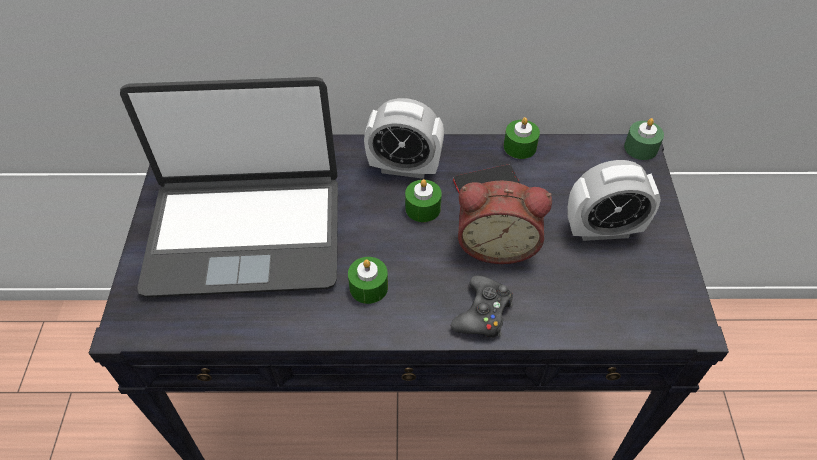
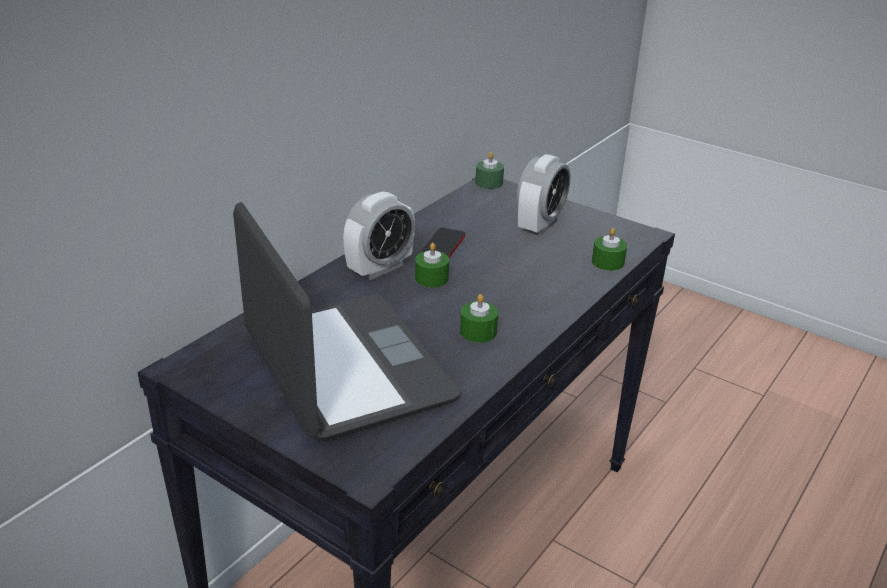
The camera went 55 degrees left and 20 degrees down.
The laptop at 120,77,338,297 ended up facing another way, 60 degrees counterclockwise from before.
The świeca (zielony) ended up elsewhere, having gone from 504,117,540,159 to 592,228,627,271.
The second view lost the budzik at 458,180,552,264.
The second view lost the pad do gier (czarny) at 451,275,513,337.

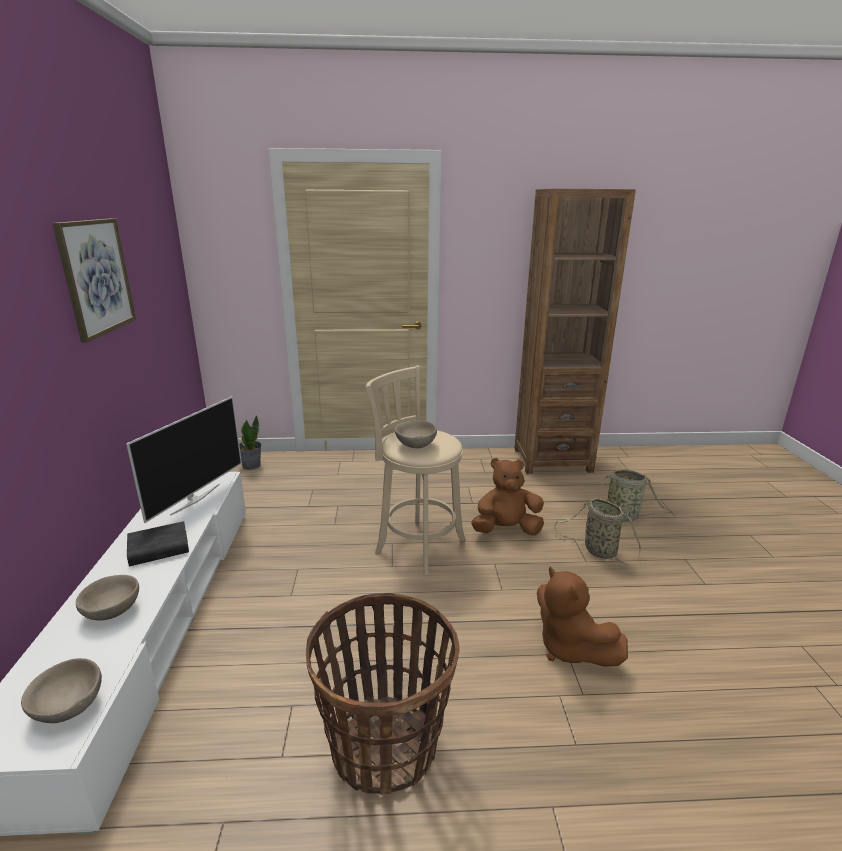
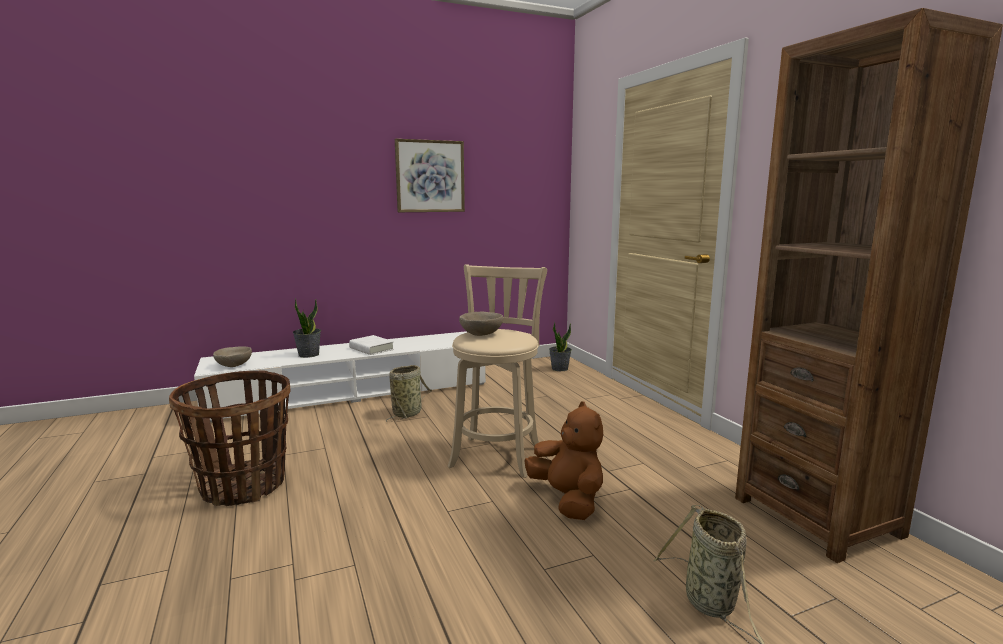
The camera went 70 degrees right and 10 degrees down.
The second view lost the telewizor at 126,396,242,523.
The koszyk ended up elsewhere, having gone from 554,498,641,565 to 386,365,432,422.
What was the książka (czarny) at 127,521,189,566 turned into the książka (biały) at 349,335,394,355.
The second view lost the pluszak (brązowy) at 537,567,628,667.
Where the miska (beżowy) stood at 76,575,139,621, the roślina doniczkowa came to stand at 293,298,321,358.

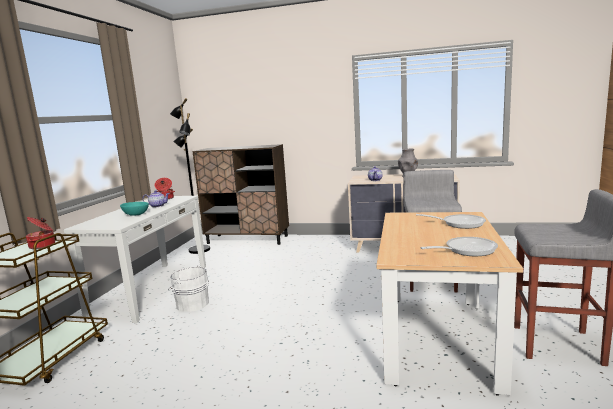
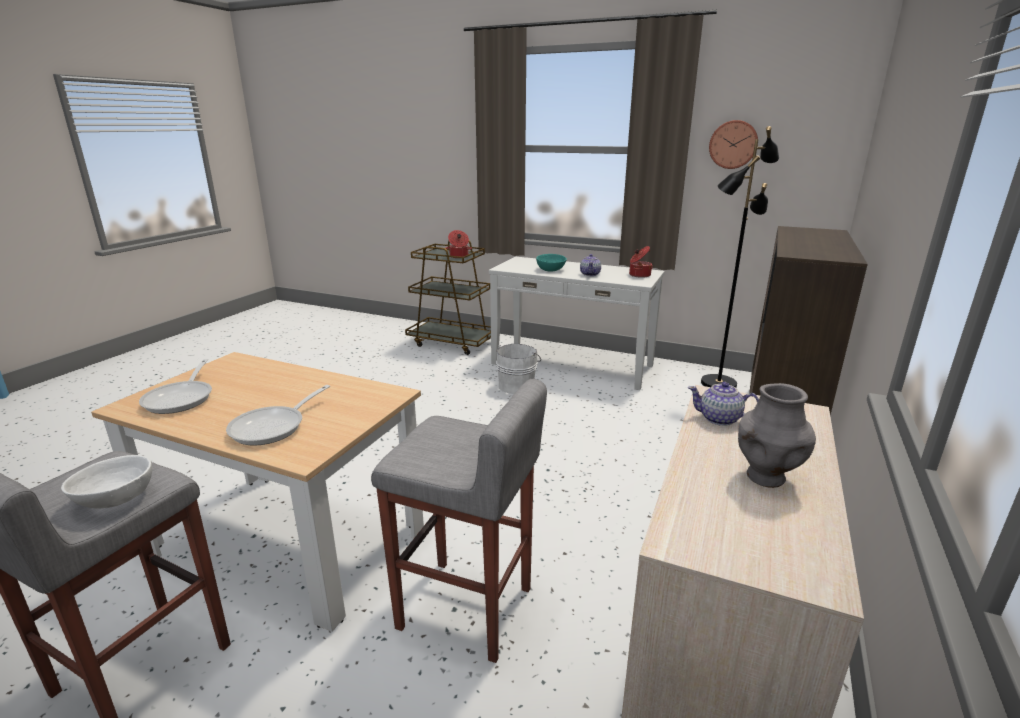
The camera went 100 degrees right and 10 degrees up.
The second view gained the zegar ścienny at 709,120,758,169.
The second view gained the miska (biały) at 61,455,152,509.

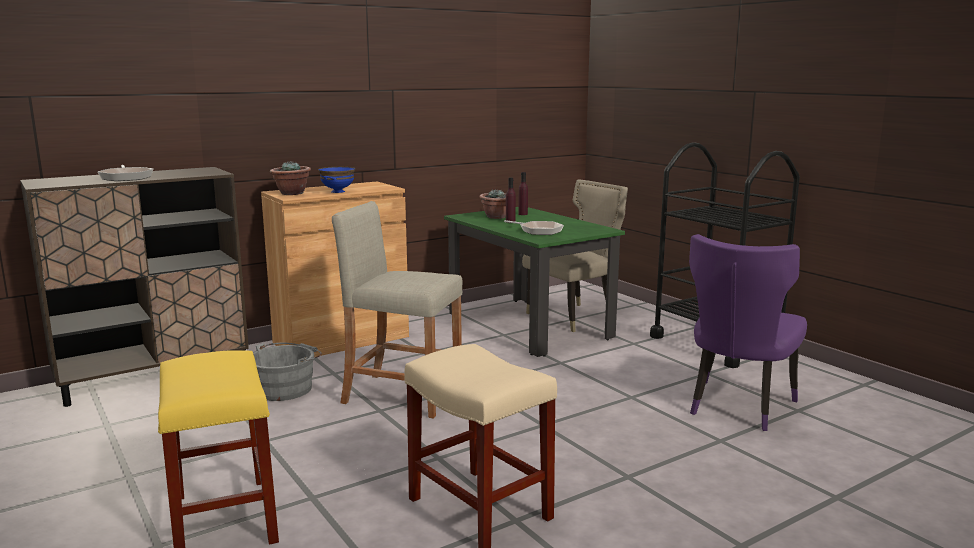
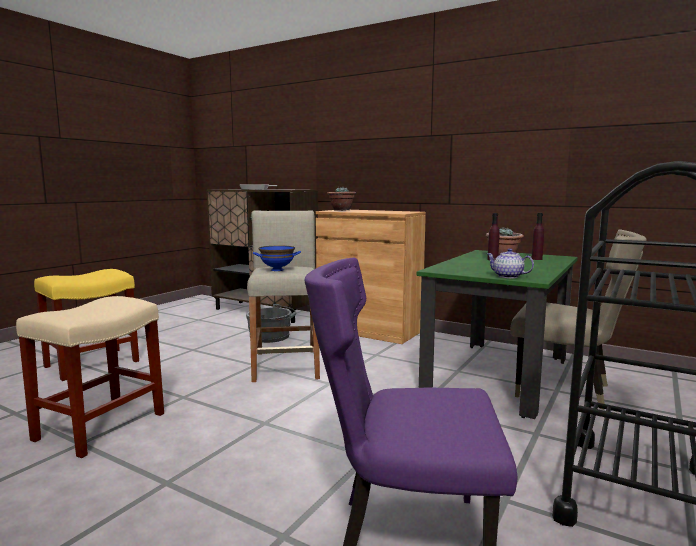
The camera went 65 degrees right and 5 degrees down.
The miska (niebieski) ended up elsewhere, having gone from 318,167,355,193 to 253,246,301,271.
The second view lost the patelnia at 504,220,564,235.
The second view gained the imbryk at 487,248,534,278.

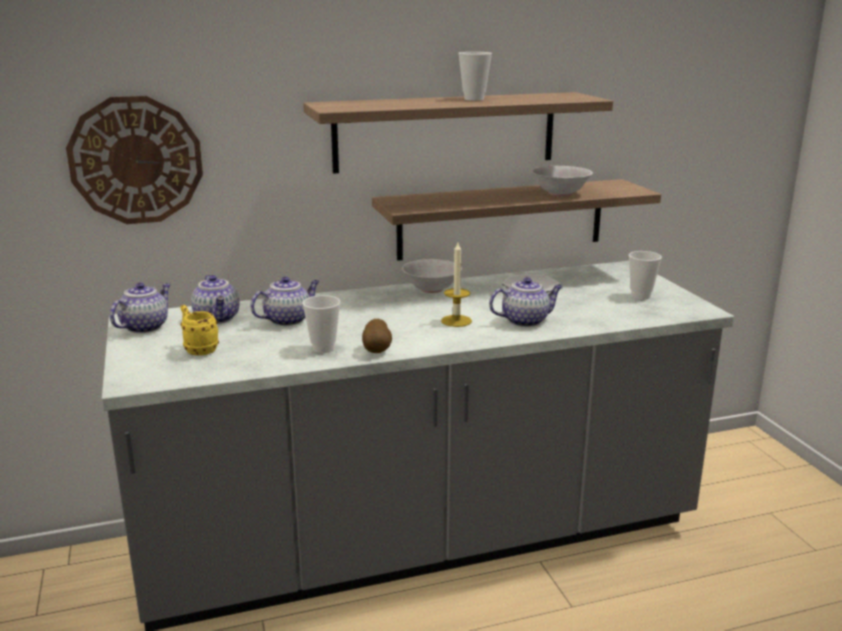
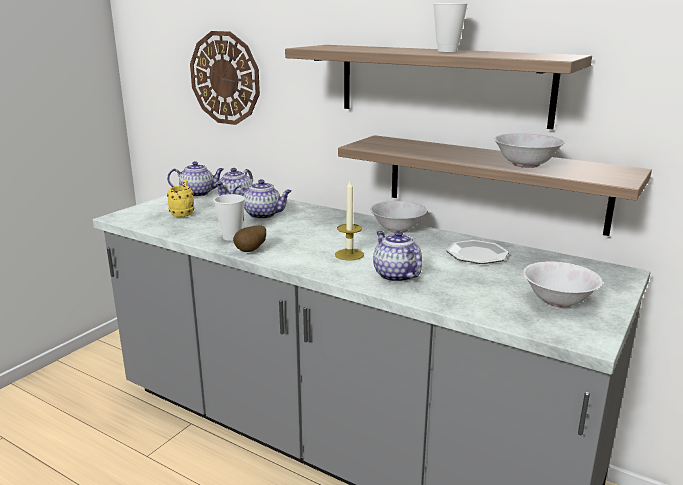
The camera went 50 degrees right and 0 degrees up.
Where the filiżanka stood at 629,251,662,300, the miska (biały) came to stand at 523,261,603,307.
The imbryk at 489,277,563,327 ended up facing another way, 150 degrees counterclockwise from before.

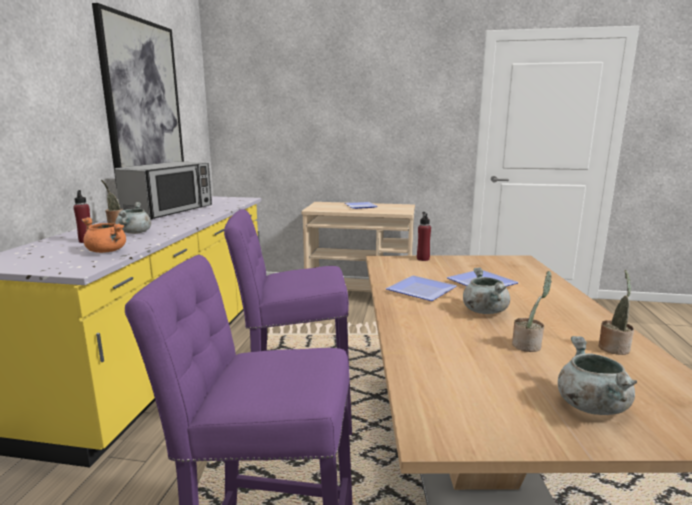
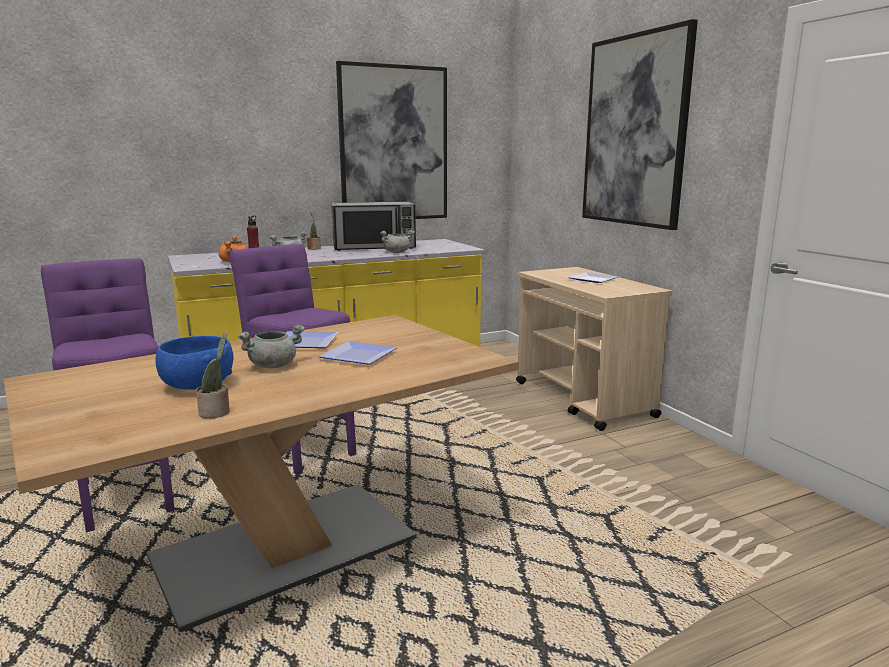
The camera went 55 degrees right and 0 degrees up.
The second view lost the butelka (czerwony) at 417,212,431,261.
Where the roślina doniczkowa stood at 512,271,552,352, the miska (niebieski) came to stand at 155,336,234,390.
The garnek (szary) ended up elsewhere, having gone from 558,336,637,415 to 380,230,415,253.
The second view gained the obraz at 582,19,698,230.

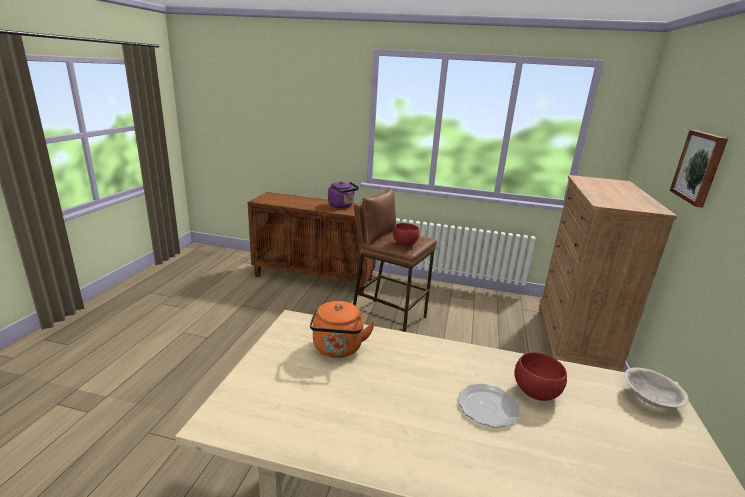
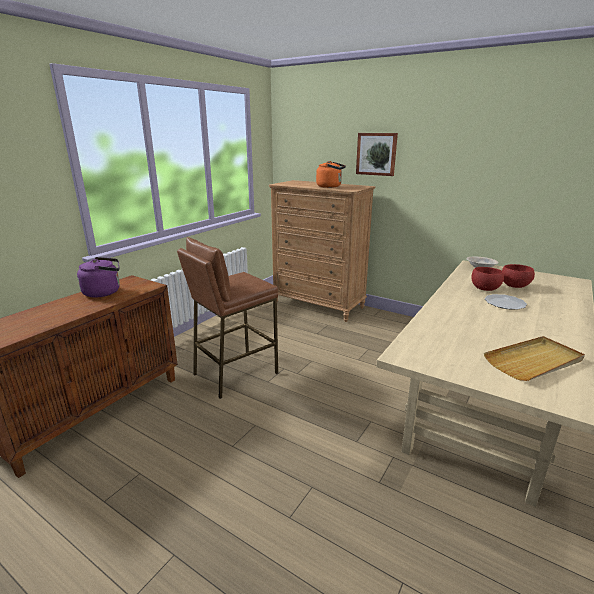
The camera went 70 degrees left and 0 degrees up.
The miska (czerwony) ended up elsewhere, having gone from 393,223,420,246 to 502,264,535,288.
The czajnik (pomarańczowy) ended up elsewhere, having gone from 310,301,375,358 to 316,161,346,188.
The second view gained the taca (beżowy) at 484,336,585,381.

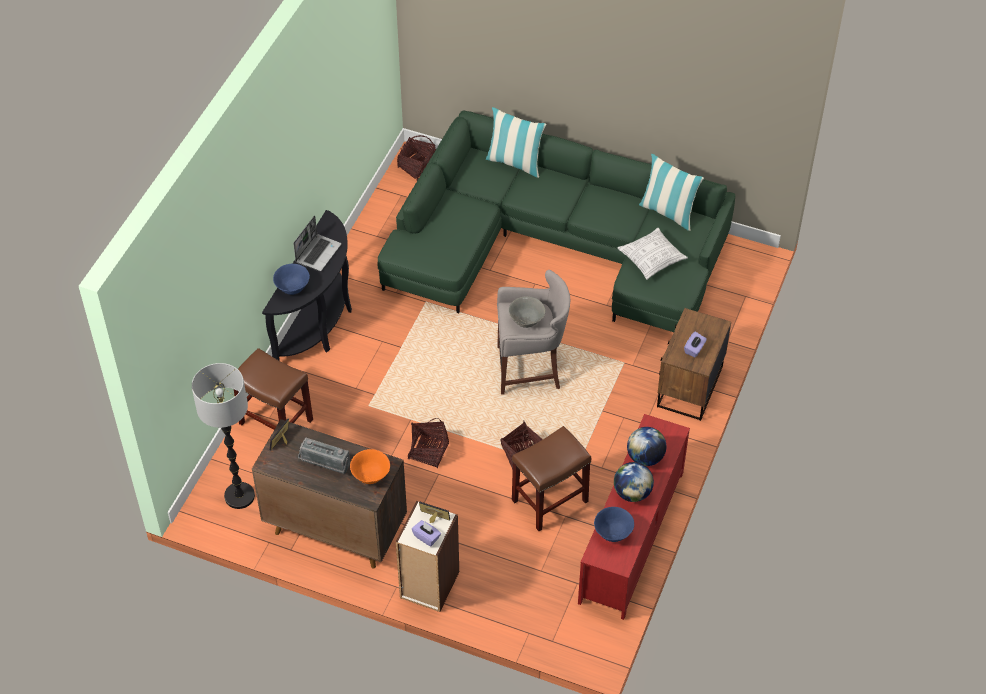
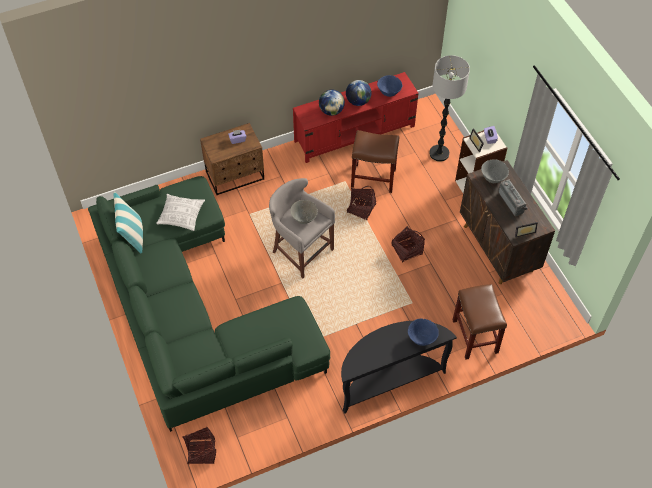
The camera went 135 degrees left and 5 degrees up.
The second view lost the poduszka at 486,107,546,178.
The second view lost the laptop at 293,216,341,271.
The lampa stojąca ended up elsewhere, having gone from 192,363,255,509 to 429,55,470,162.
What was the miska (pomarańczowy) at 350,449,390,484 turned into the miska (szary) at 481,159,509,183.

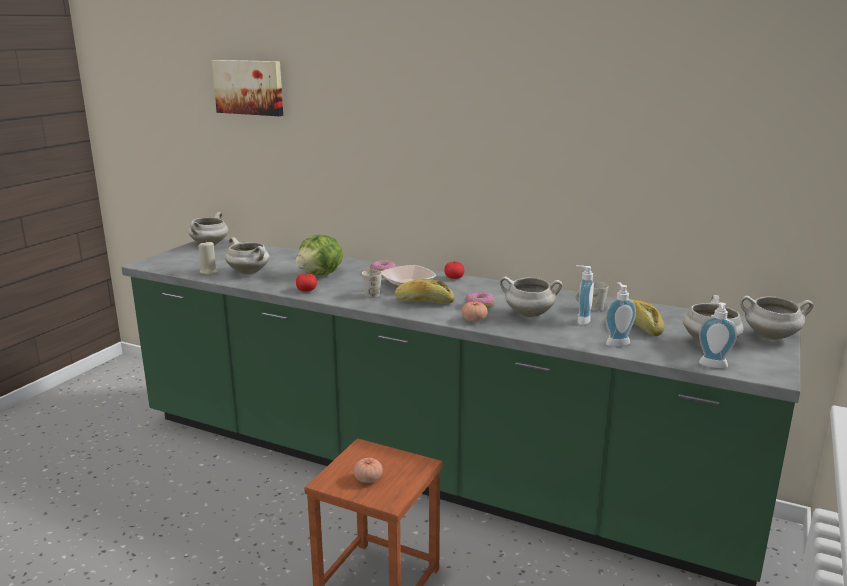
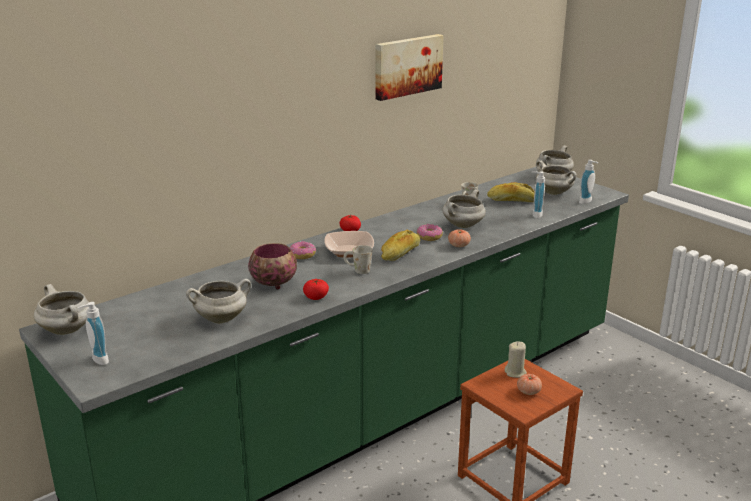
The camera went 65 degrees left and 5 degrees up.
The obraz ended up elsewhere, having gone from 212,60,283,116 to 376,34,443,101.
Where the sałata stood at 295,235,343,275, the miska came to stand at 248,243,297,290.
The świeca (beżowy) ended up elsewhere, having gone from 199,242,219,275 to 505,341,527,378.
The dozownik mydła ended up elsewhere, having gone from 576,265,594,325 to 78,302,109,365.

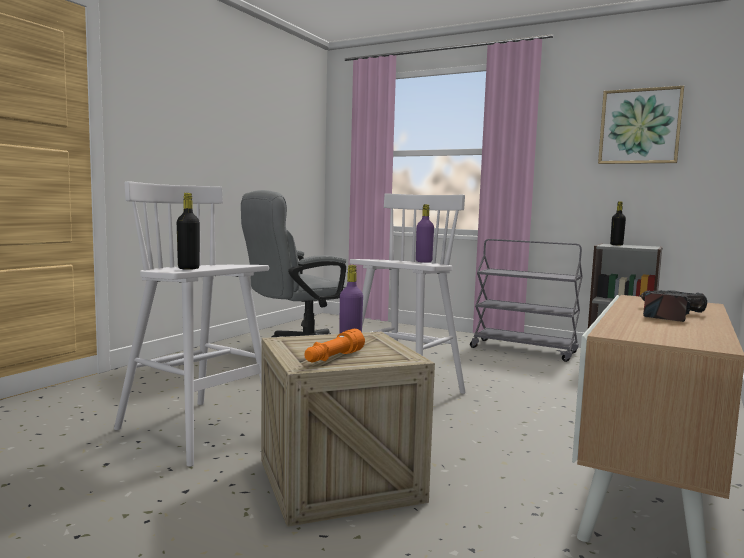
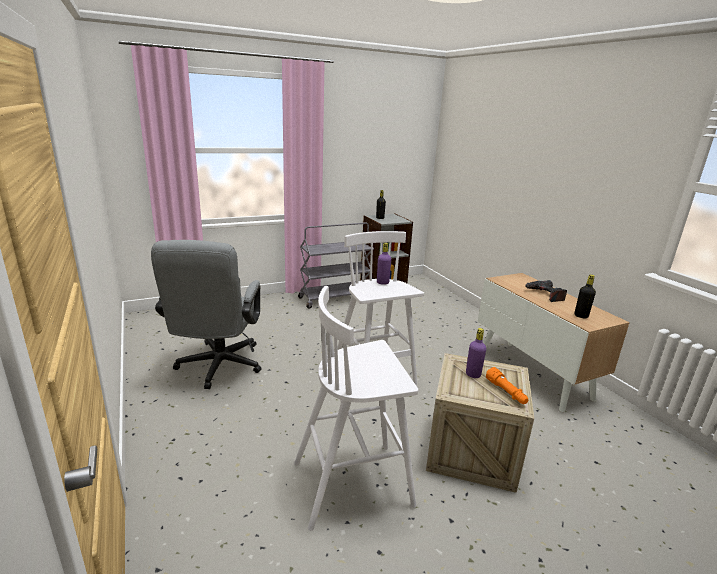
The camera went 55 degrees left and 15 degrees up.
The second view lost the obraz at 598,86,684,164.
The butelka (czarny) ended up elsewhere, having gone from 177,193,200,270 to 575,275,596,318.

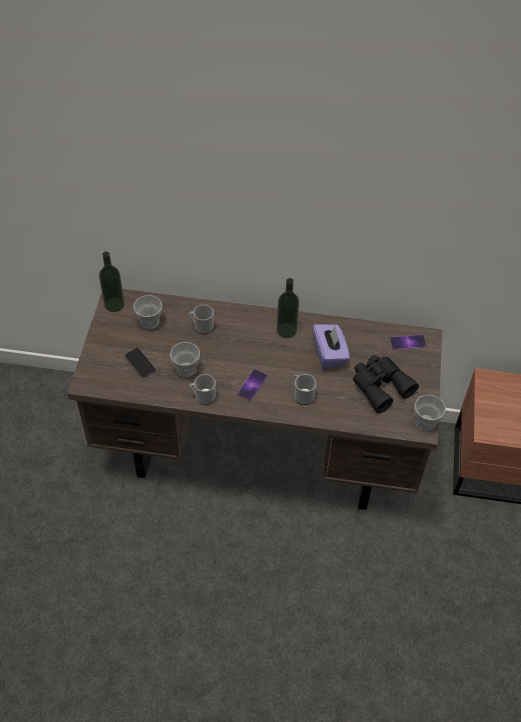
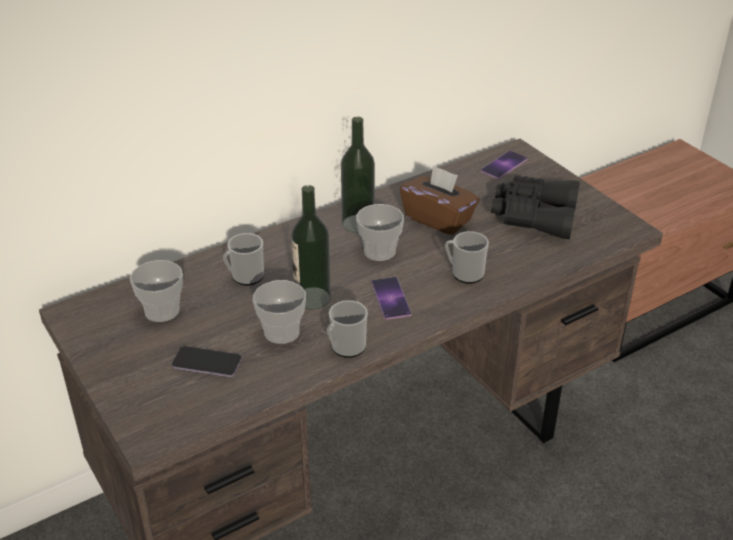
The camera went 40 degrees left and 15 degrees down.
The butelka ended up elsewhere, having gone from 99,251,124,312 to 291,185,331,310.
What was the pudełko chusteczek (fioletowy) at 312,324,350,369 turned into the pudełko chusteczek (brązowy) at 400,165,480,235.
The filiżanka ended up elsewhere, having gone from 414,395,446,431 to 356,204,404,261.

